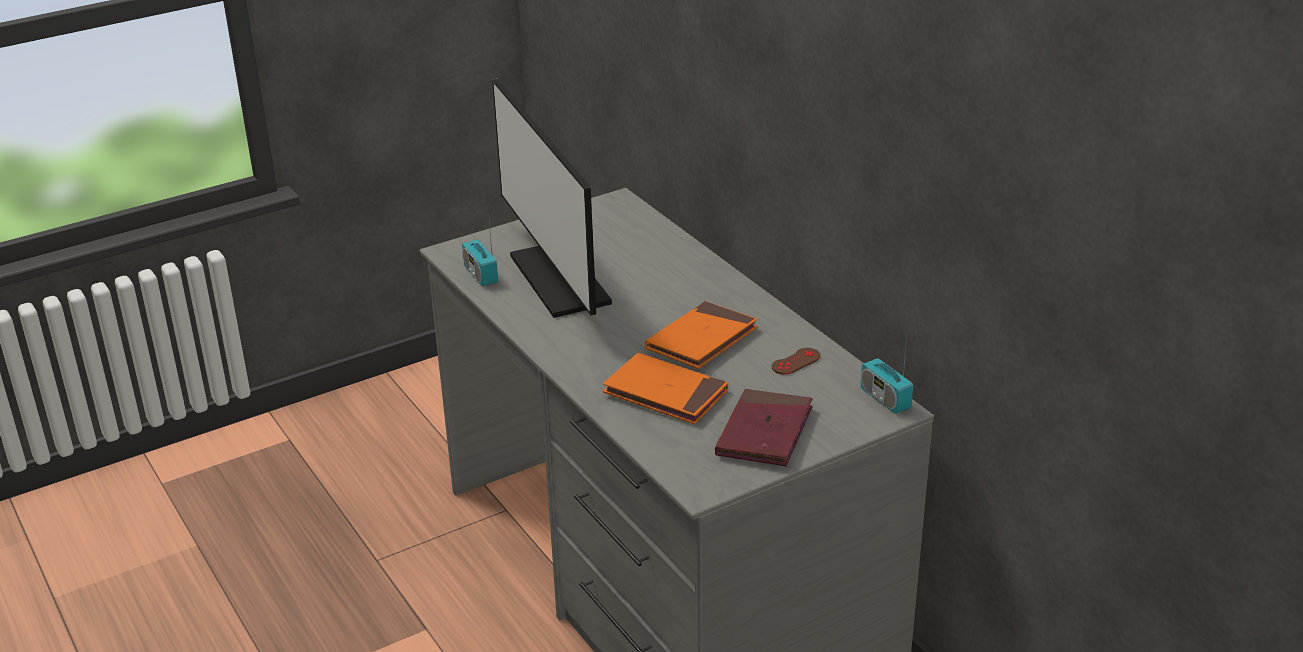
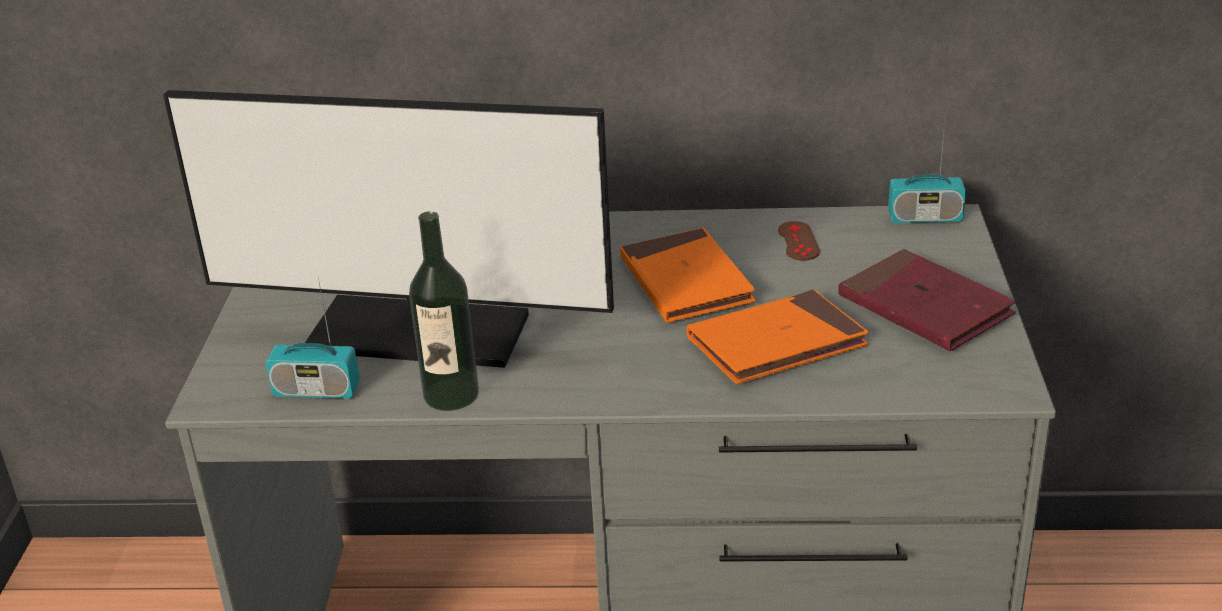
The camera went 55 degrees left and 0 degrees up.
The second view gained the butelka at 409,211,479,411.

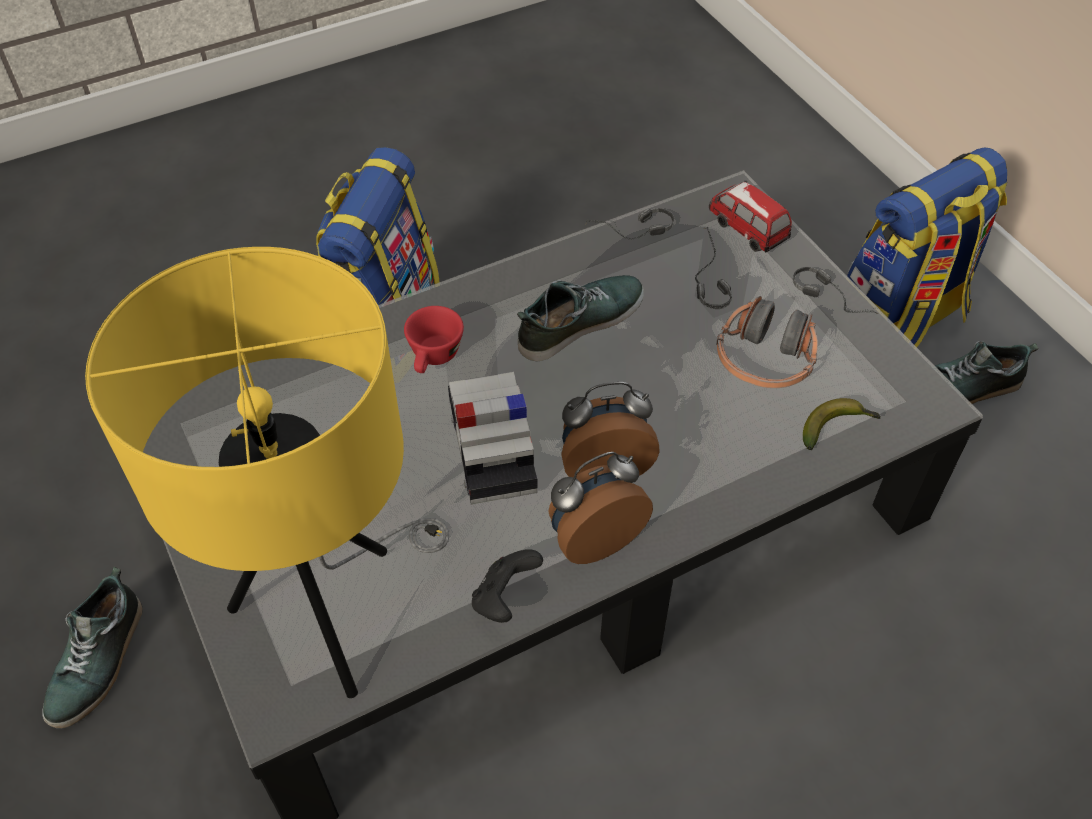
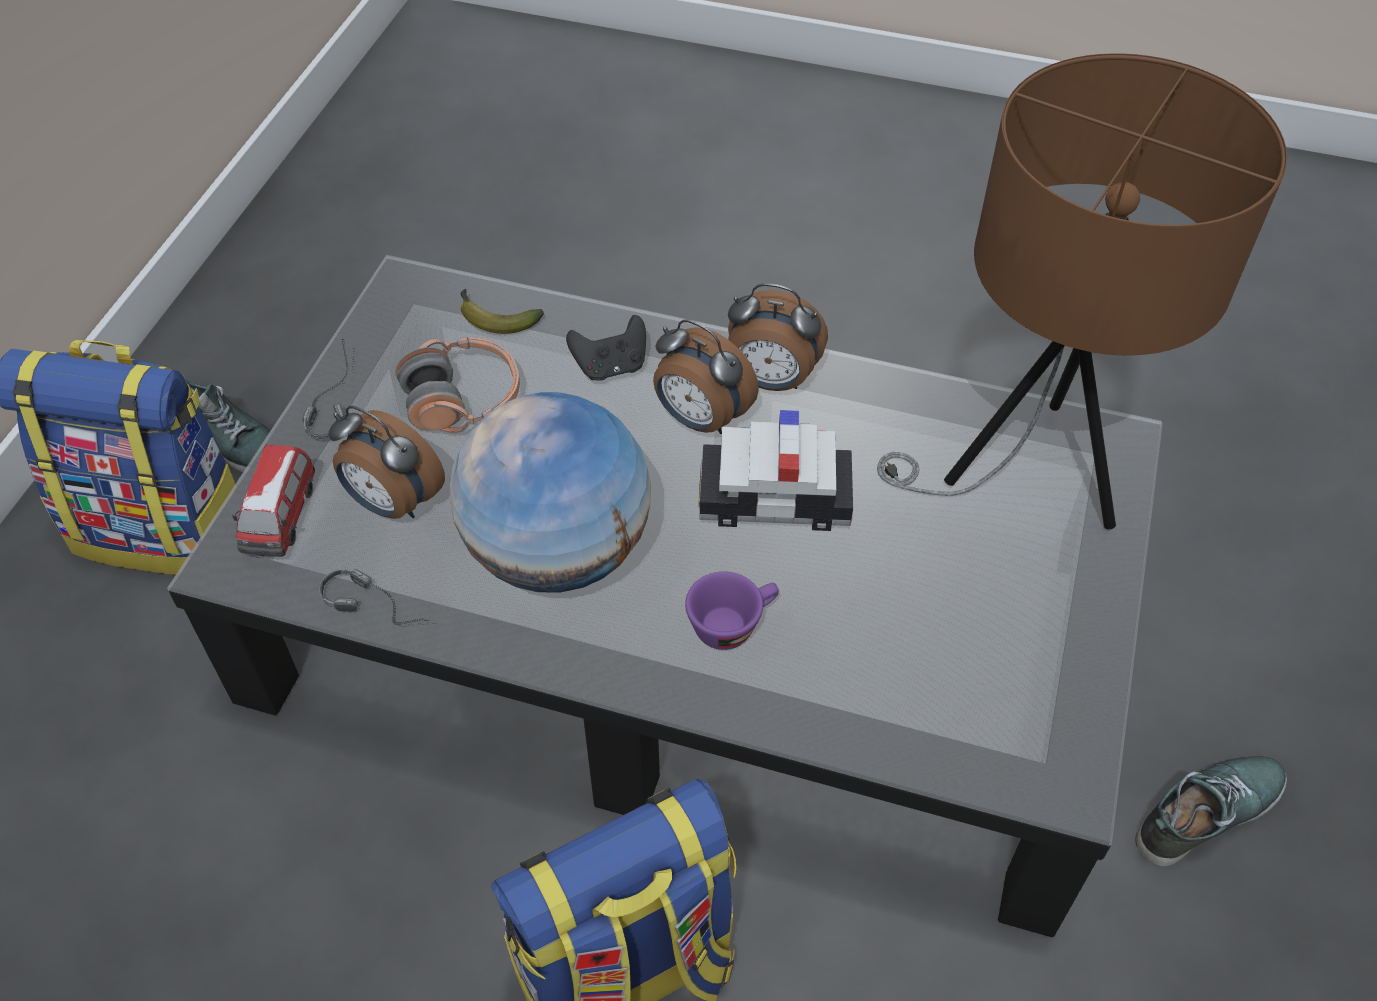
The camera went 135 degrees left and 0 degrees up.
Where the słuchawki stood at 695,227,732,309, the budzik came to stand at 328,406,445,519.
What was the lampa stołowa (żółty) at 85,247,449,698 turned into the lampa stołowa (brązowy) at 877,54,1287,529.
Where the but stood at 517,275,644,362, the globus came to stand at 450,392,651,592.
What was the filiżanka (czerwony) at 404,306,464,373 turned into the filiżanka (fioletowy) at 685,571,779,650.
The samochodzik at 448,372,538,505 ended up facing another way, 60 degrees clockwise from before.
The pad do gier (czarny) ended up elsewhere, having gone from 472,549,543,623 to 566,315,646,380.

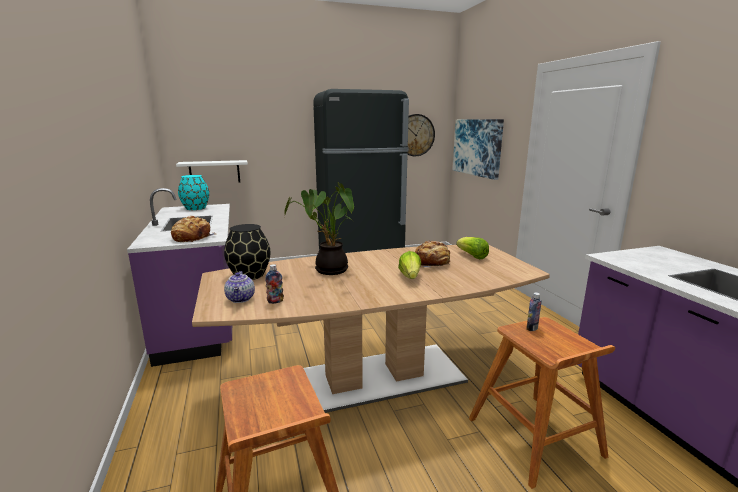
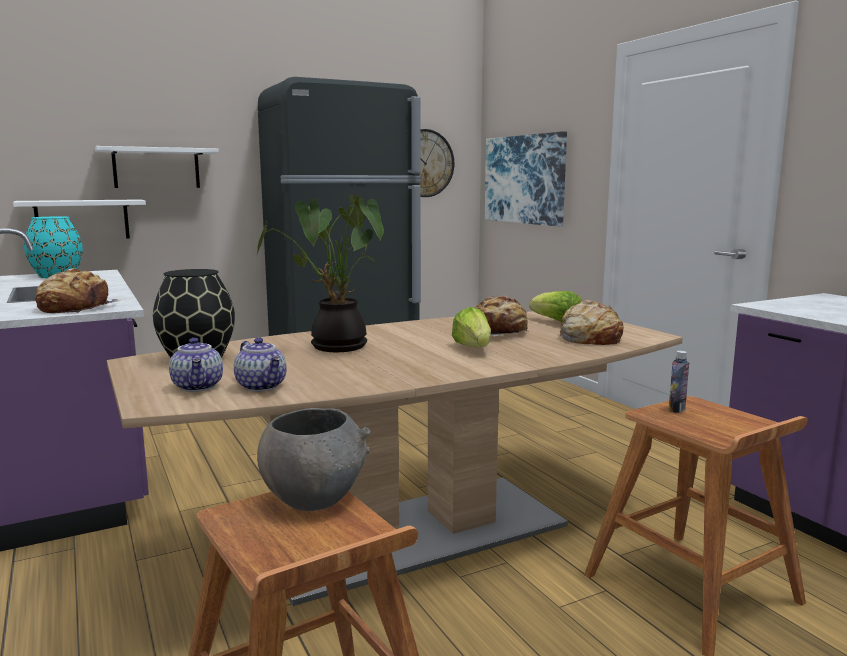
The camera went 10 degrees left and 5 degrees down.
Where the butelka stood at 265,264,284,304, the imbryk came to stand at 234,338,286,392.
The second view gained the półka (biały) at 95,146,219,188.
The second view gained the chleb at 559,300,624,345.
The second view gained the miska (szary) at 257,408,370,511.

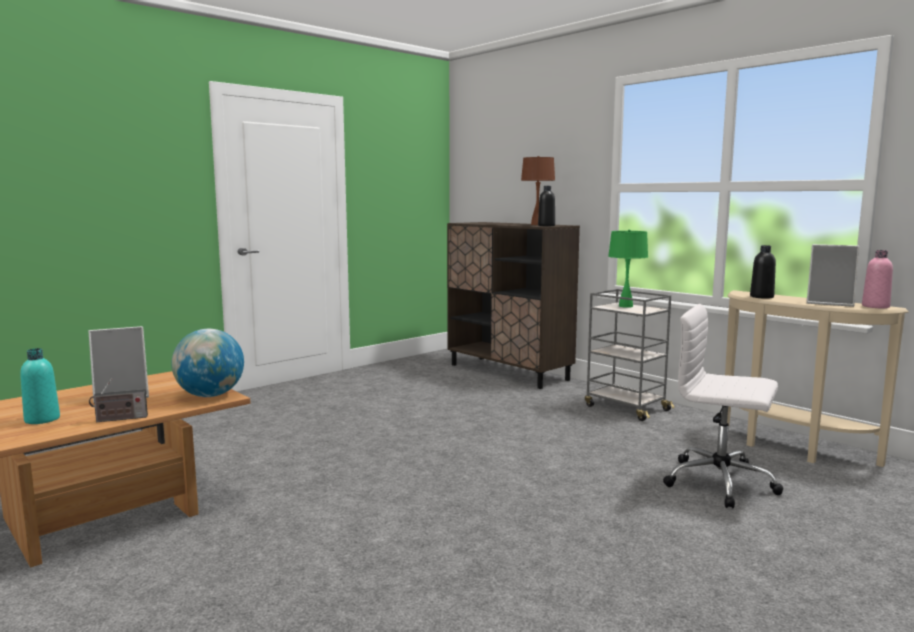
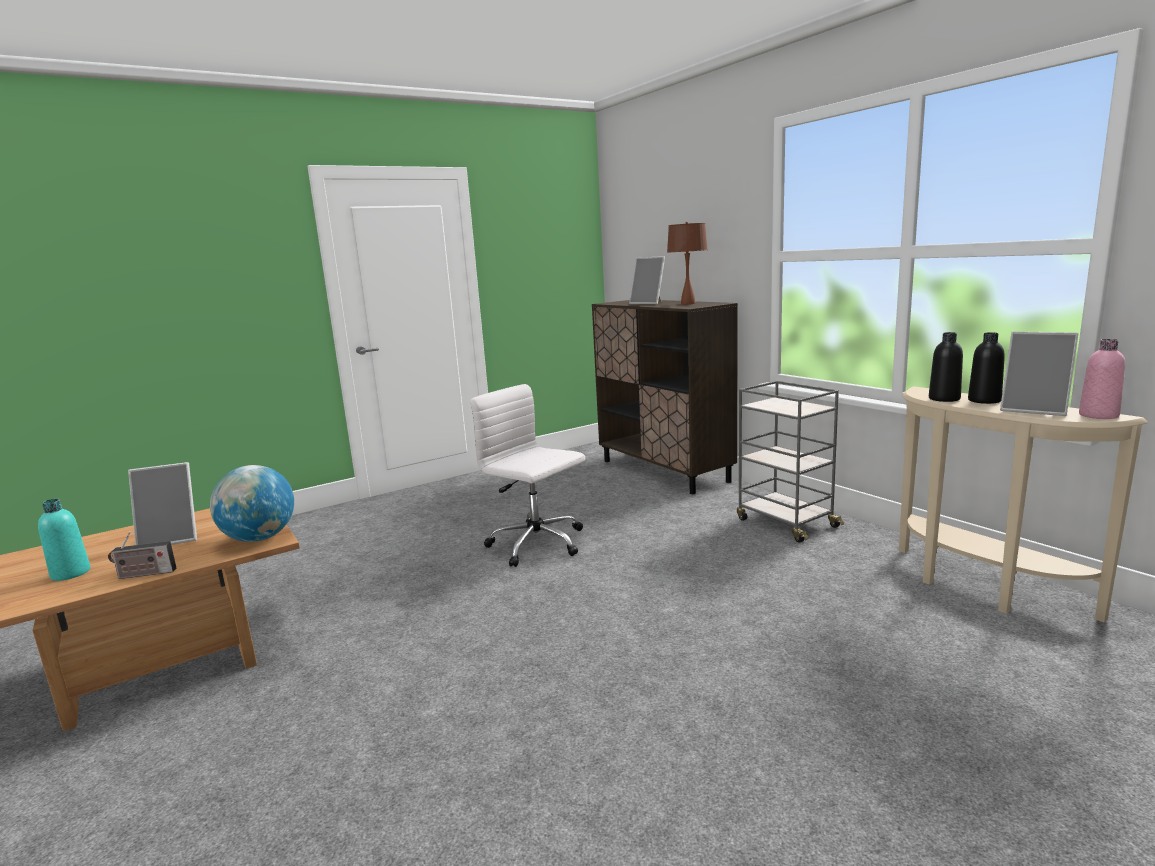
The camera went 10 degrees right and 5 degrees up.
The butelka (czarny) ended up elsewhere, having gone from 538,186,555,226 to 968,332,1005,404.
The second view lost the lampa stołowa (zielony) at 608,229,648,308.
The krzesło biurowe (biały) ended up elsewhere, having gone from 663,304,783,508 to 470,384,585,567.
The second view gained the ramka na zdjęcie at 629,256,665,304.

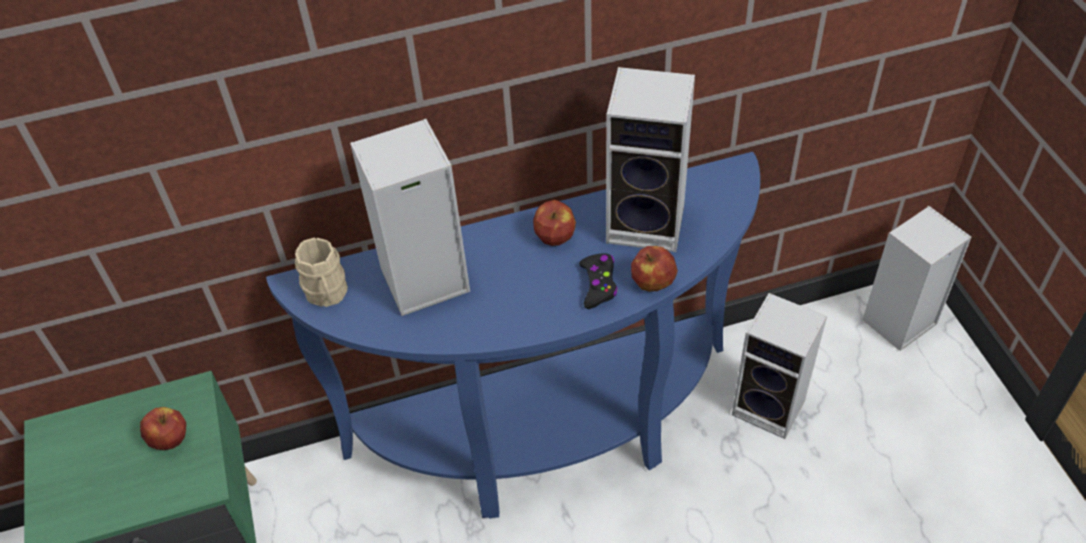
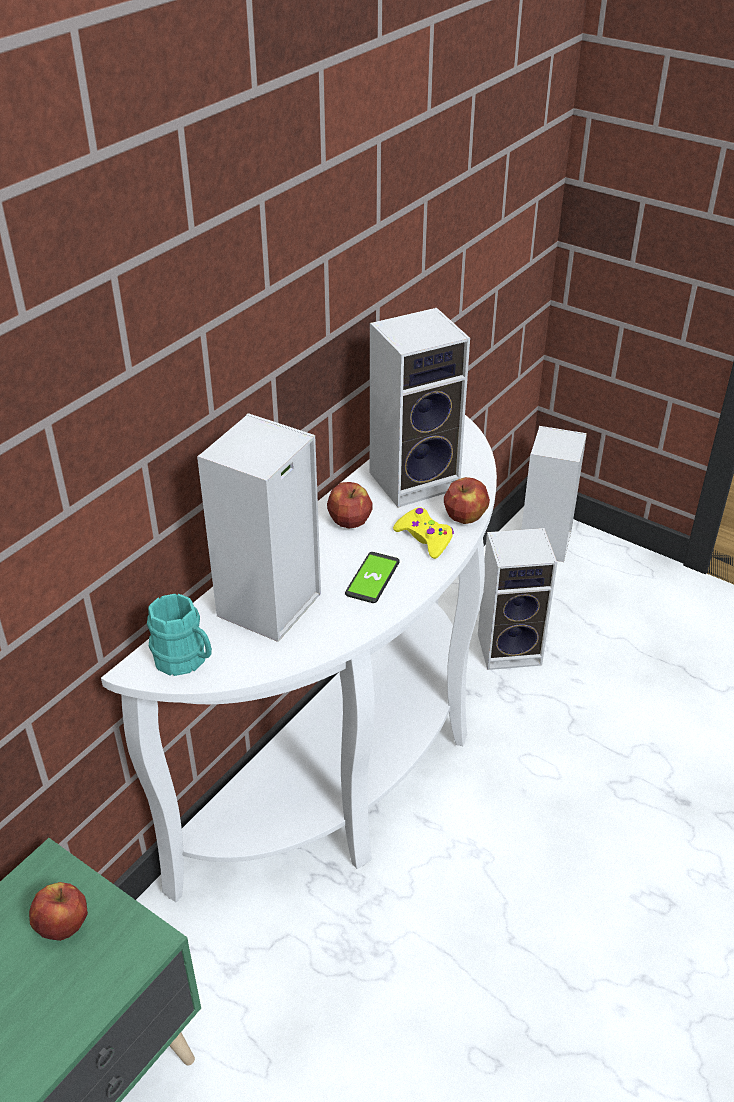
The camera went 40 degrees left and 10 degrees down.
What was the stolik konsolowy (niebieski) at 266,152,760,519 turned into the stolik konsolowy (biały) at 101,415,497,902.
What was the kubek (beżowy) at 295,238,348,307 turned into the kubek (turkusowy) at 147,594,212,676.
What was the pad do gier (czarny) at 579,253,618,309 turned into the pad do gier (żółty) at 393,507,454,559.
The second view gained the telefon at 345,552,400,603.

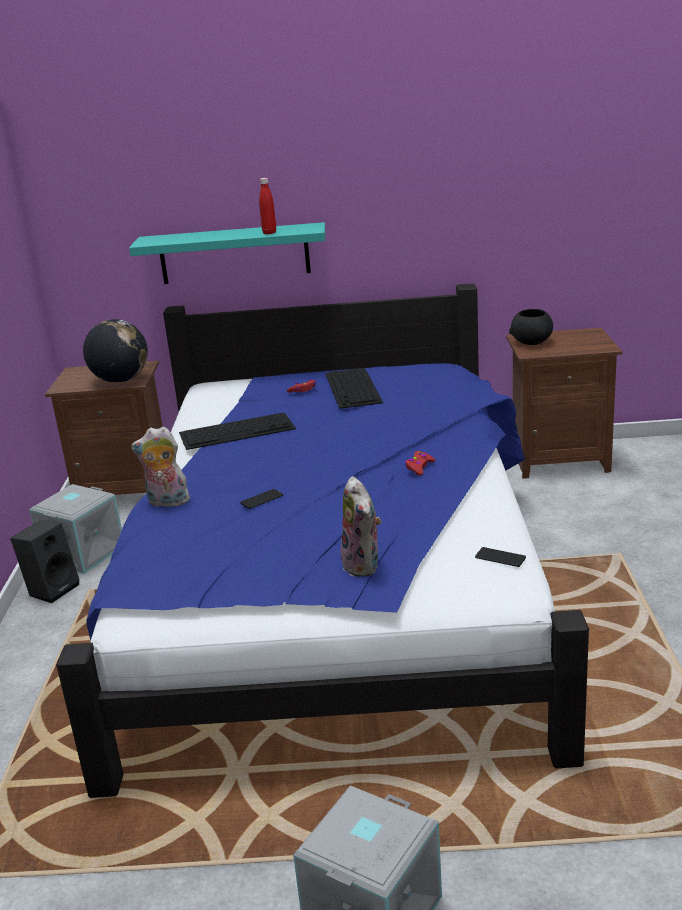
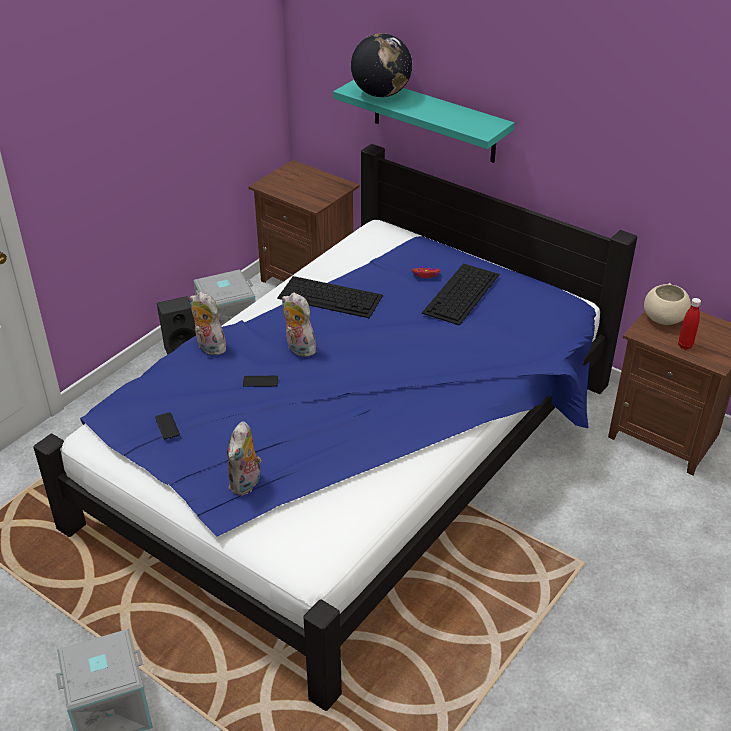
The camera went 35 degrees right and 15 degrees up.
The butelka (czerwony) ended up elsewhere, having gone from 259,178,276,234 to 678,298,701,350.
What was the miska (czarny) at 509,309,553,345 turned into the miska (beżowy) at 644,283,691,325.
The globus ended up elsewhere, having gone from 83,319,148,383 to 351,33,412,97.
The second view lost the pad do gier (czerwony) at 405,451,435,476.
The telefon ended up elsewhere, having gone from 475,547,526,567 to 155,412,180,440.
The second view gained the pluszak at 282,293,320,357.

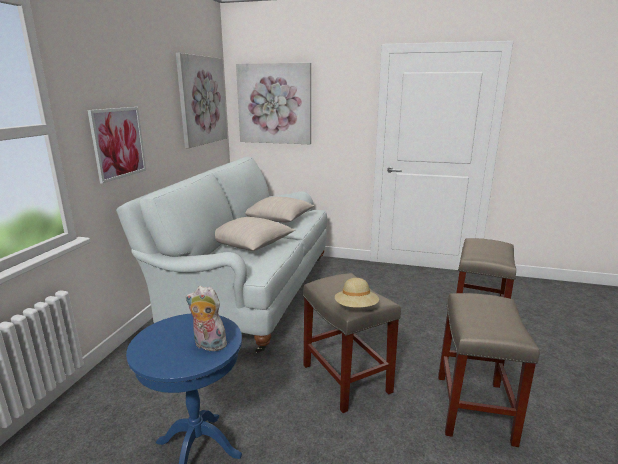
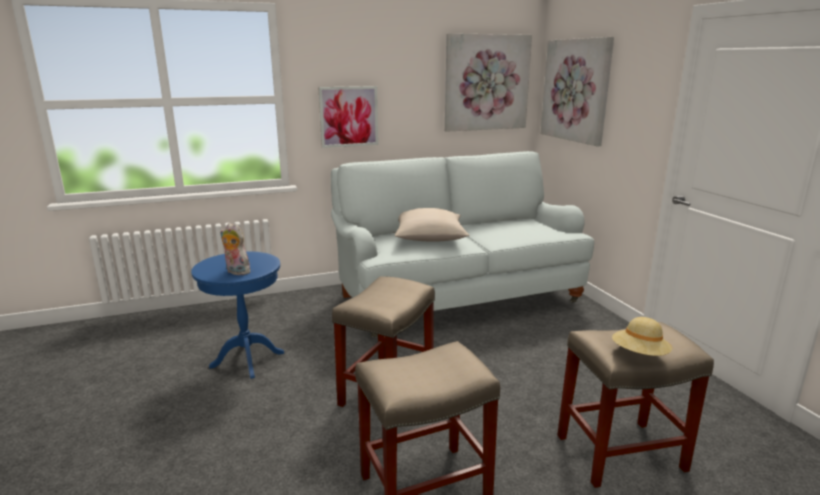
The camera went 55 degrees right and 0 degrees up.
The second view lost the poduszka (beżowy) at 245,197,314,222.
The kapelusz (beżowy) ended up elsewhere, having gone from 335,278,379,308 to 612,317,672,356.
The pluszak at 186,286,227,351 ended up facing another way, 45 degrees counterclockwise from before.

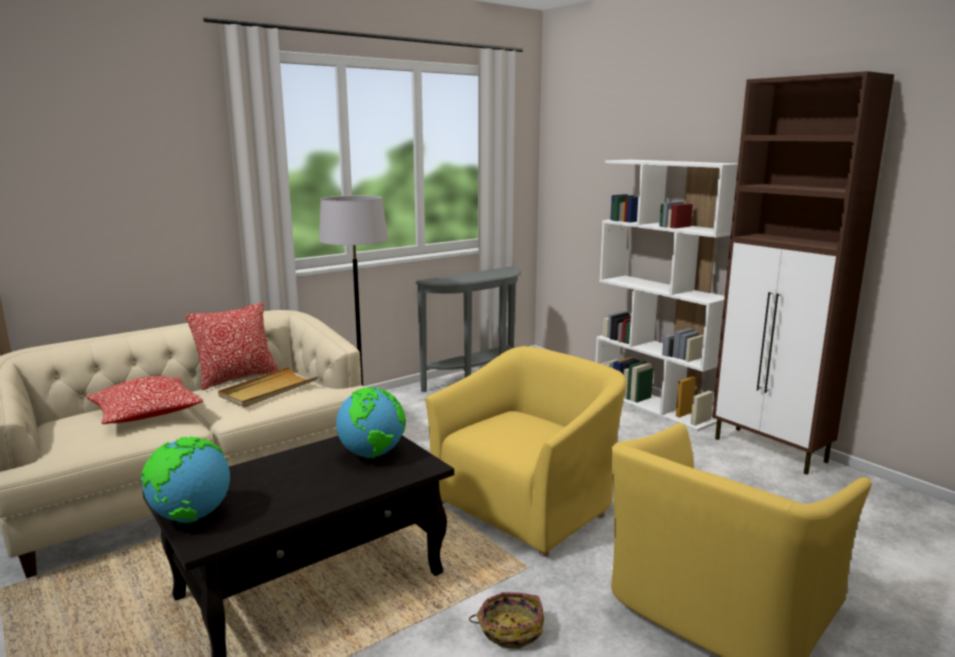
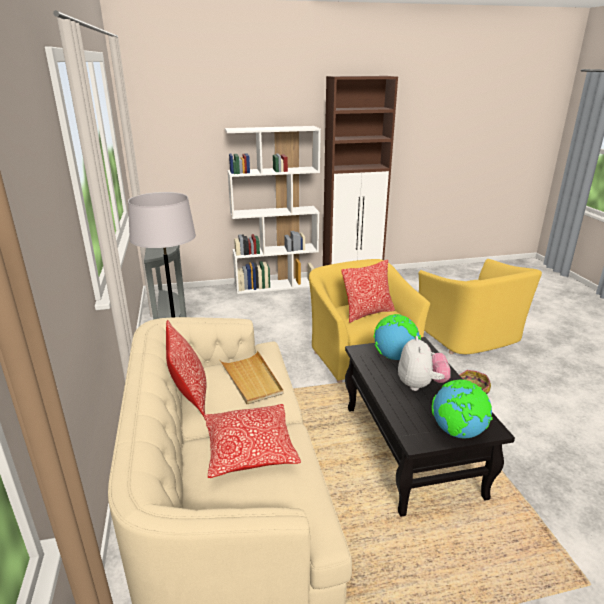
The camera went 65 degrees left and 10 degrees up.
The second view gained the poduszka at 341,260,395,323.
The second view gained the pluszak at 398,336,451,391.

